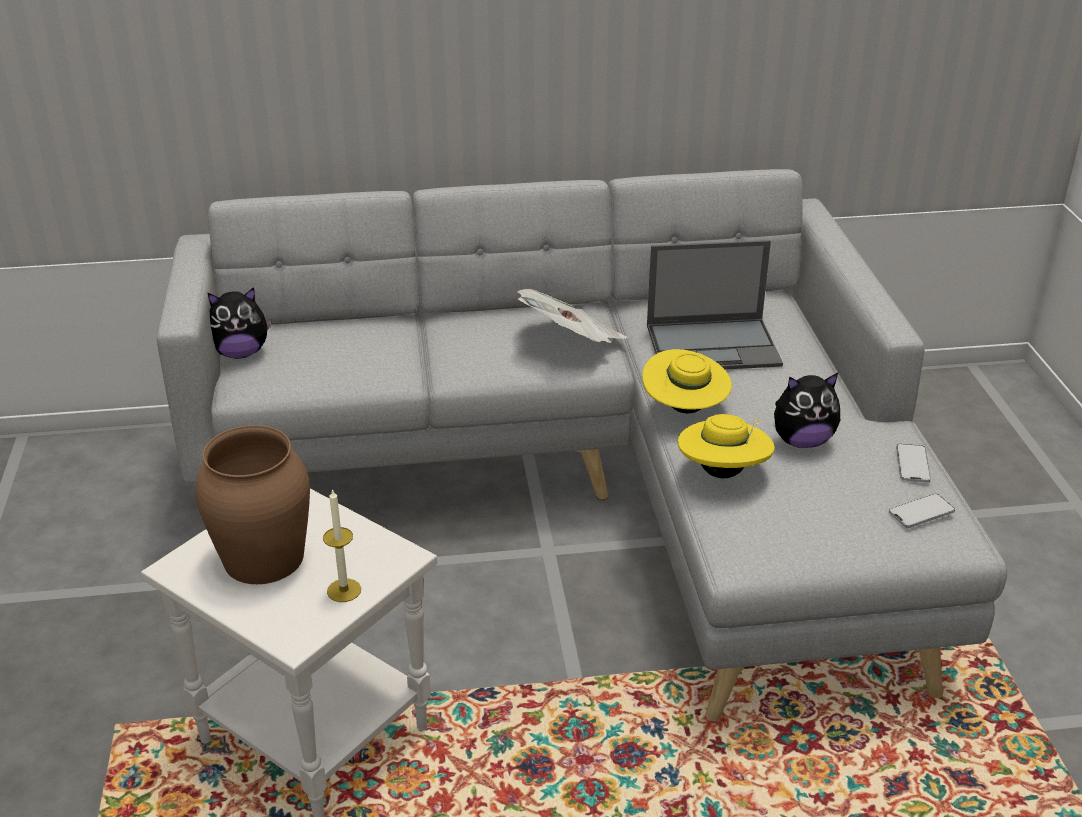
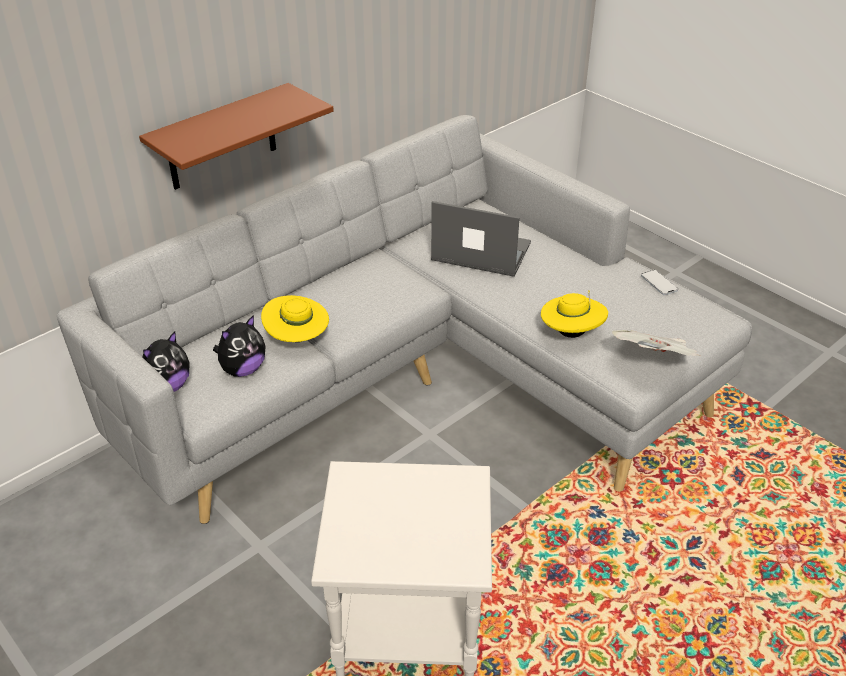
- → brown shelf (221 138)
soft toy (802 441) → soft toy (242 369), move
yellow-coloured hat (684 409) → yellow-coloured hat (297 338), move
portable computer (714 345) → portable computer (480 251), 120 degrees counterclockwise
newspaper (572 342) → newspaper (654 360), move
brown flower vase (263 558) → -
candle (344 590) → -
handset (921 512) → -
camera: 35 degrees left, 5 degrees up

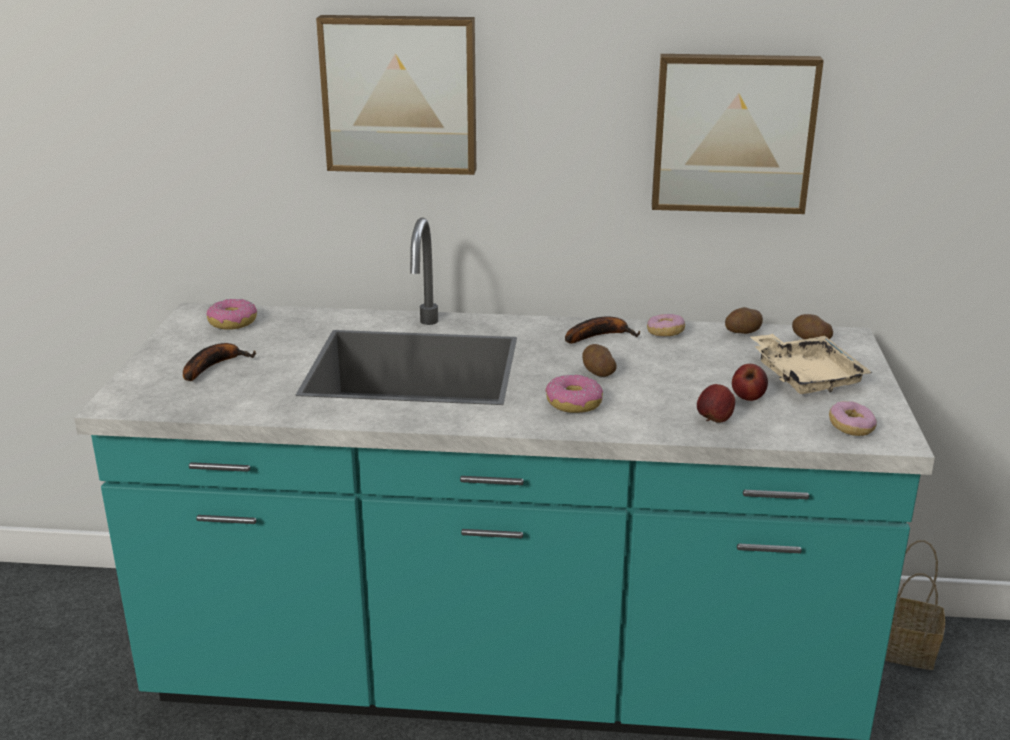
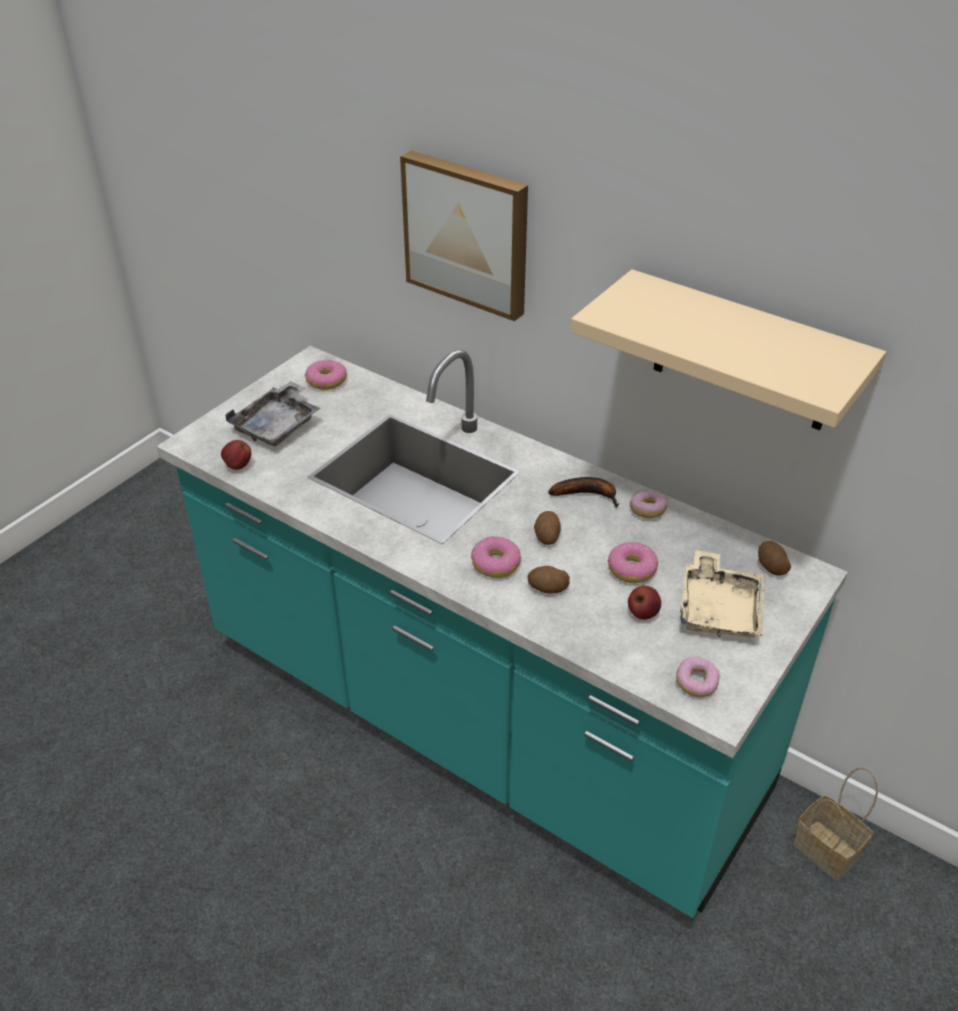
apple (714 420) → apple (238 466), move
banana (214 366) → grey tray (278 425)
potato (743 332) → potato (548 589), move
wall picture (732 132) → beige shelf (743 353)
- → donut (632 569)
camera: 30 degrees right, 15 degrees up

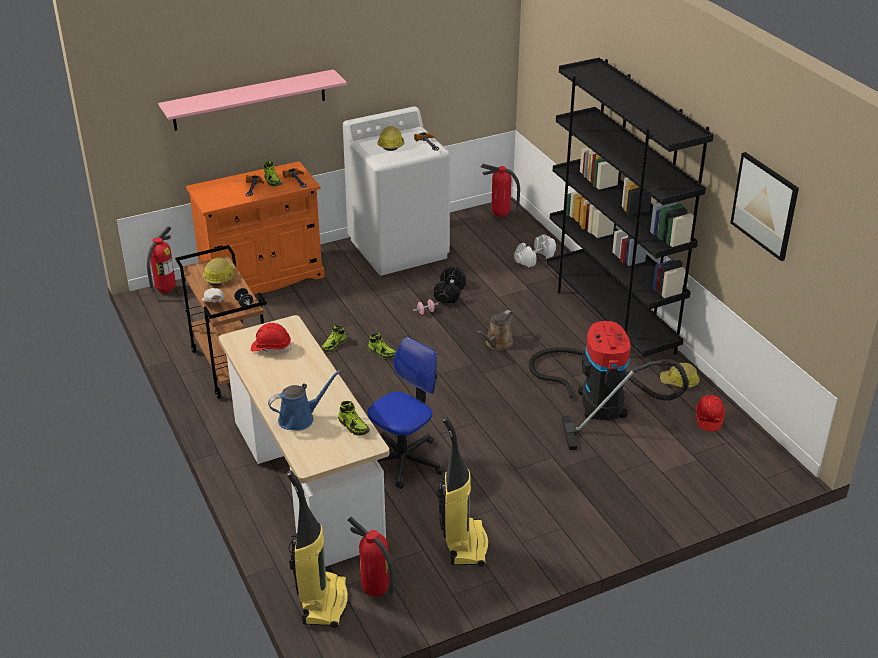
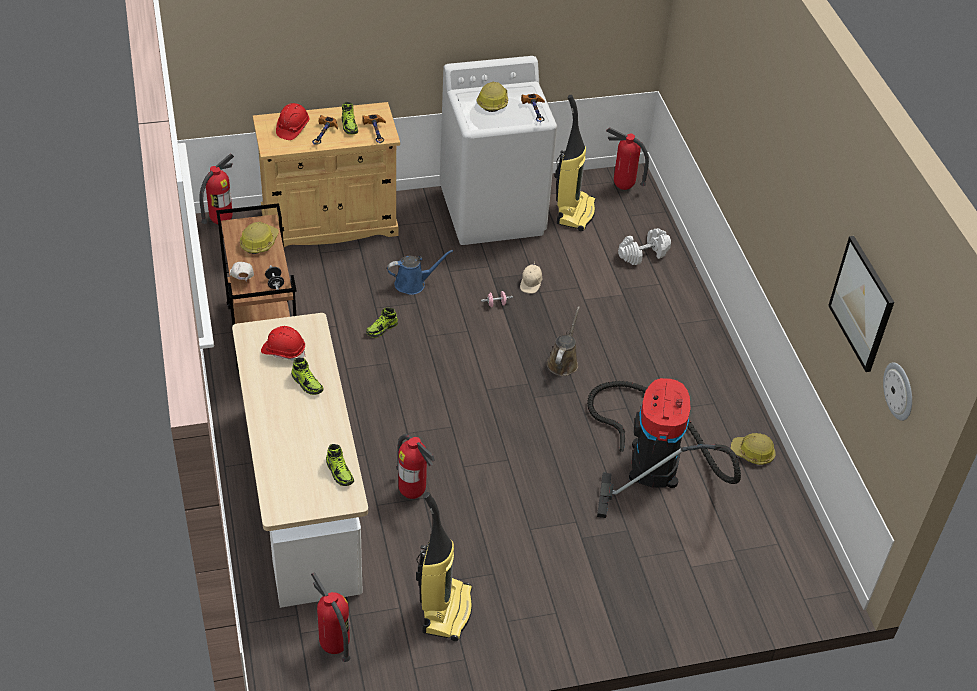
orangey cupboard (262 278) → beige cupboard (329 223)
red work helmet (708 419) → red work helmet (292 128), move
low shoe (382 352) → low shoe (307 383), move
bluish watering can (300 418) → bluish watering can (413 283), move
computer chair (404 461) → extinguisher (413 493)
black-coloured hand weight (450 293) → beige baseball cap (531 284)
brown watering can (497 343) → brown watering can (563 362), 150 degrees clockwise
hoover (323 602) → hoover (574 212), move
- → hanging clock (899 391)
pink-coloured shelf (249 100) → -
black-coloured shelving unit (610 317) → -
camera: 10 degrees right, 10 degrees up

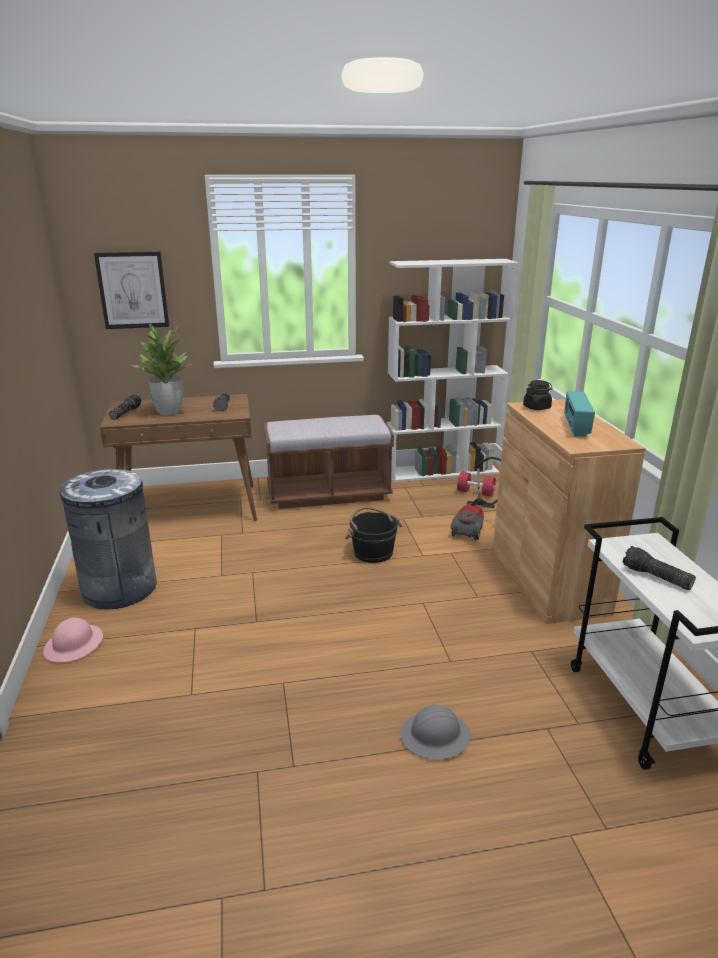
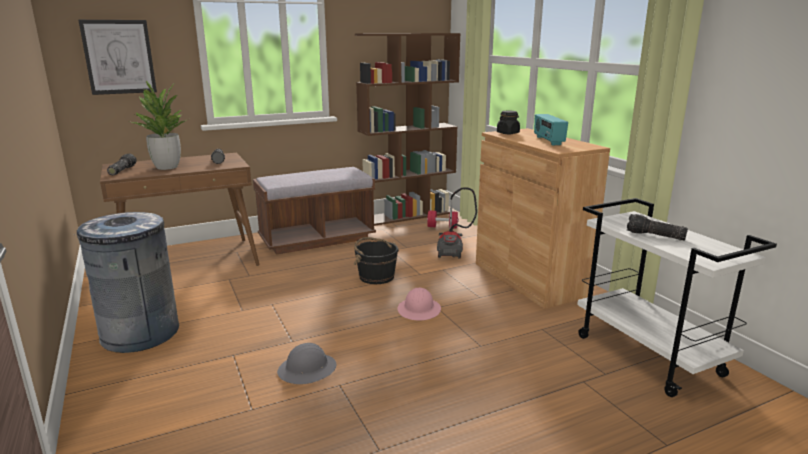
grey work helmet (435 737) → grey work helmet (307 370), move
white-coloured shelving unit (442 471) → brown shelving unit (408 215)
pink-coloured work helmet (74 645) → pink-coloured work helmet (419 310), move
camera: 15 degrees left, 5 degrees down

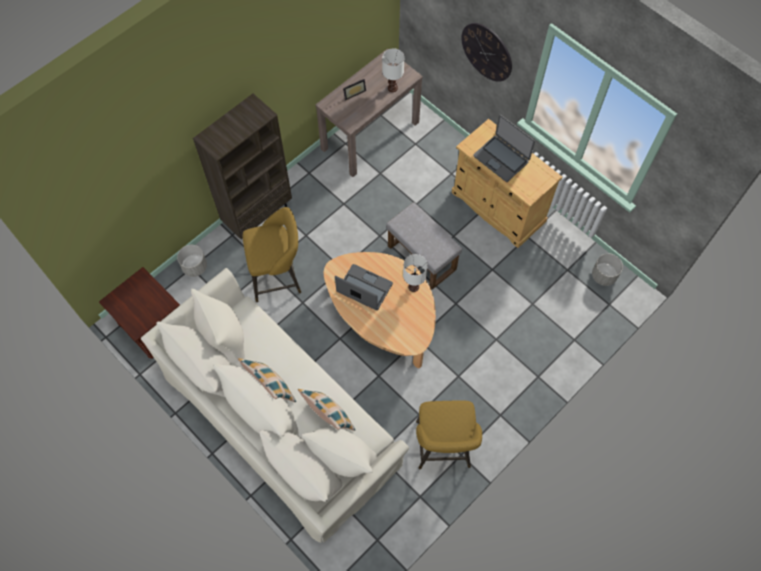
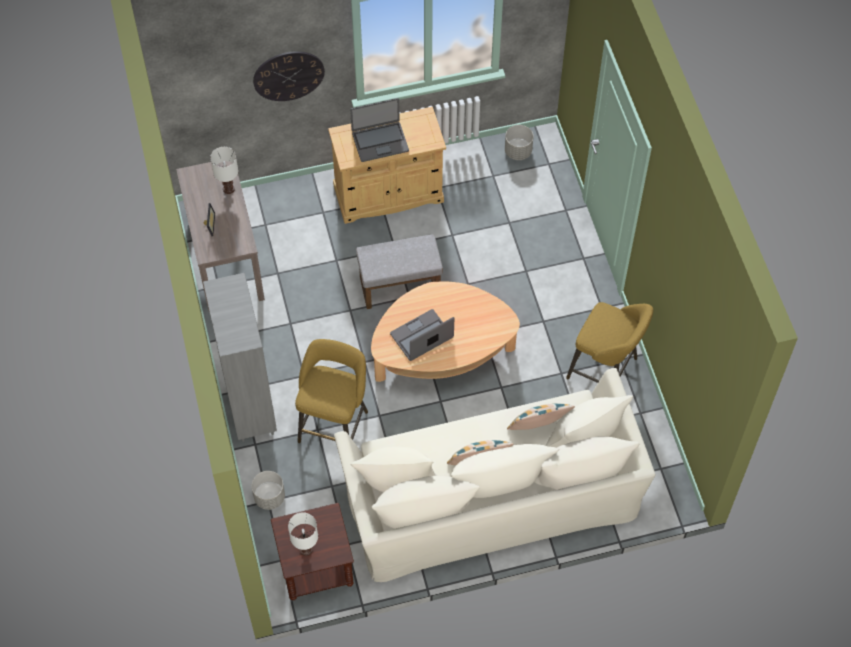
brown shelving unit (258 216) → grey shelving unit (250 409)
white-coloured table lamp (414 287) → white-coloured table lamp (306 549), move
camera: 60 degrees left, 5 degrees down

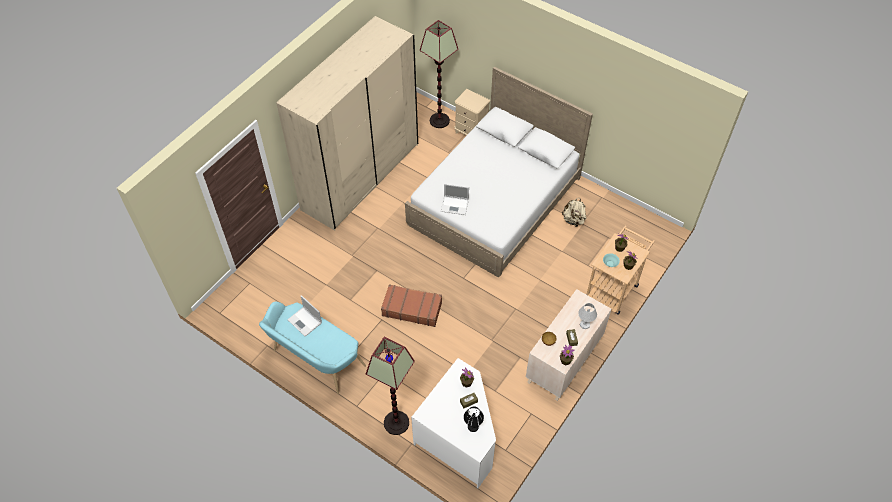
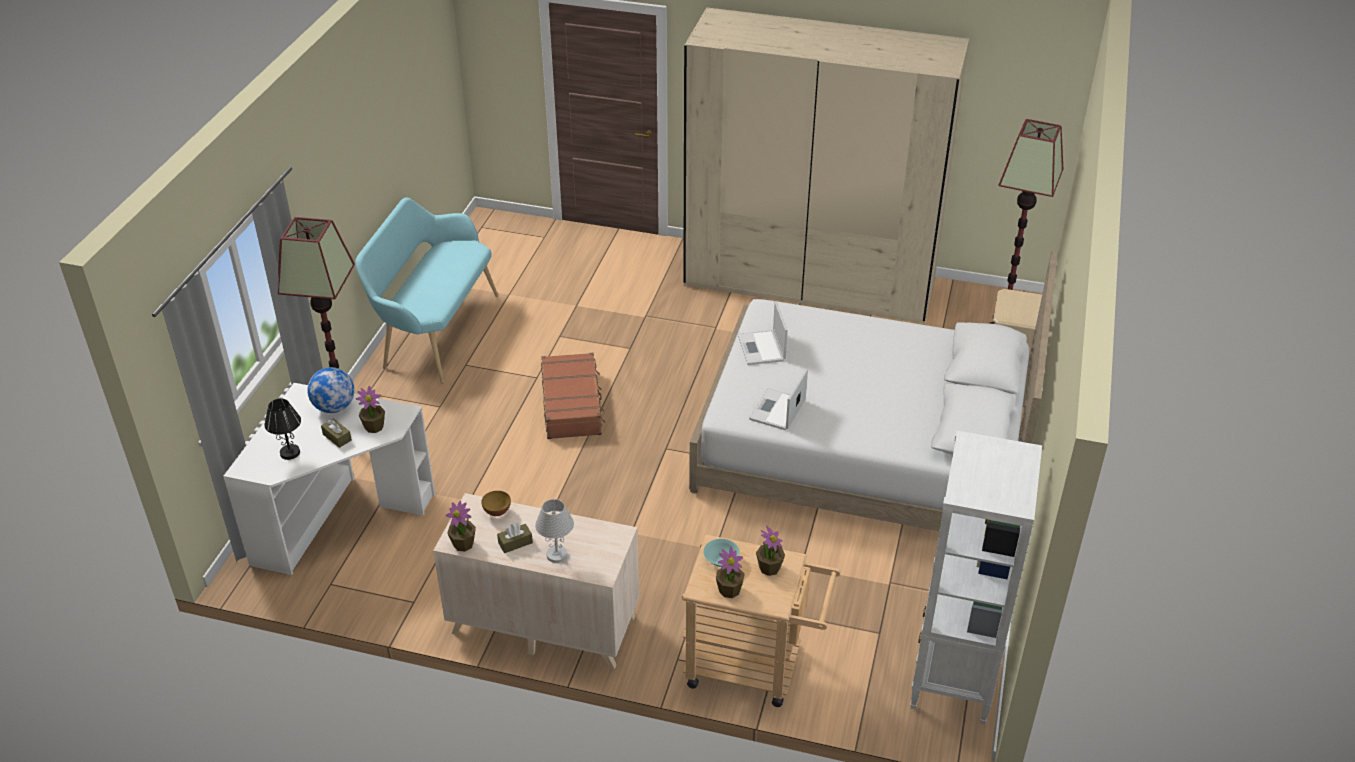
- → globe (334 407)
portable computer (305 321) → portable computer (777 411), move
- → white-coloured shelving unit (952 680)
beige knapsack (573 220) → -
camera: 70 degrees right, 15 degrees down

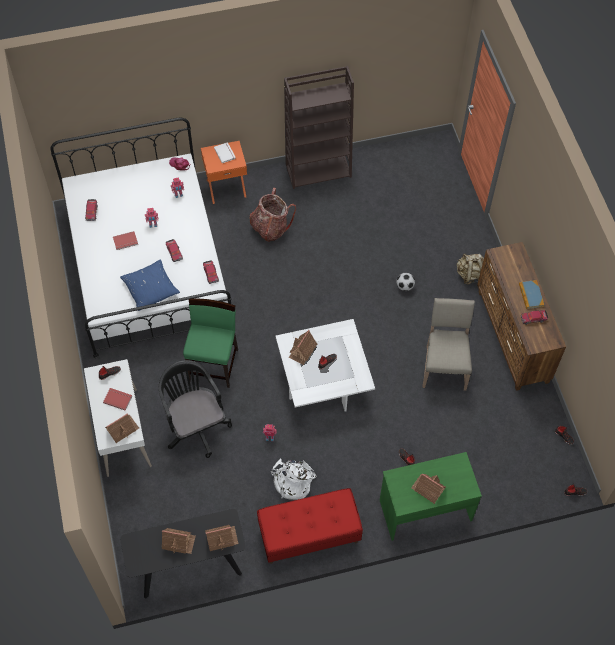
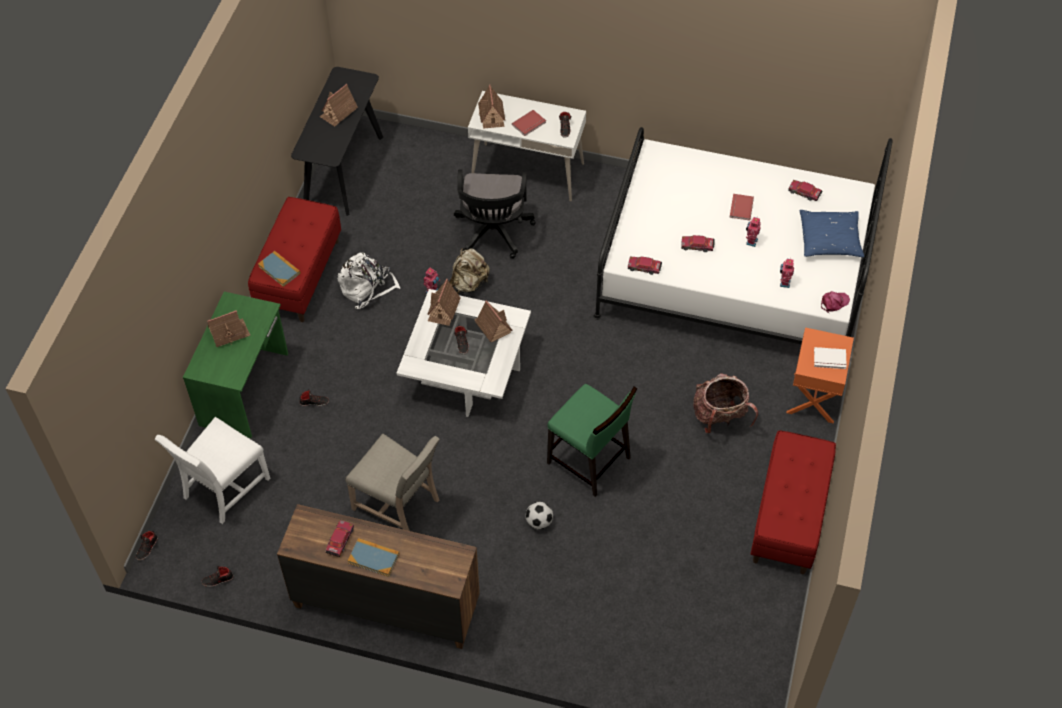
- → white-coloured plain chair (223 489)
- → bound book (279 270)
miniature house (221 538) → miniature house (443 309), move
beige knapsack (469 275) → beige knapsack (469 283), move
black-coloured computer chair (195 425) → black-coloured computer chair (493 234), 90 degrees clockwise
greenish plain chair (214 364) → greenish plain chair (589 461), move
brown shelving unit (319 170) → red bench (789 517)
bluish pillow (150 289) → bluish pillow (829 240), move
camera: 120 degrees right, 5 degrees down

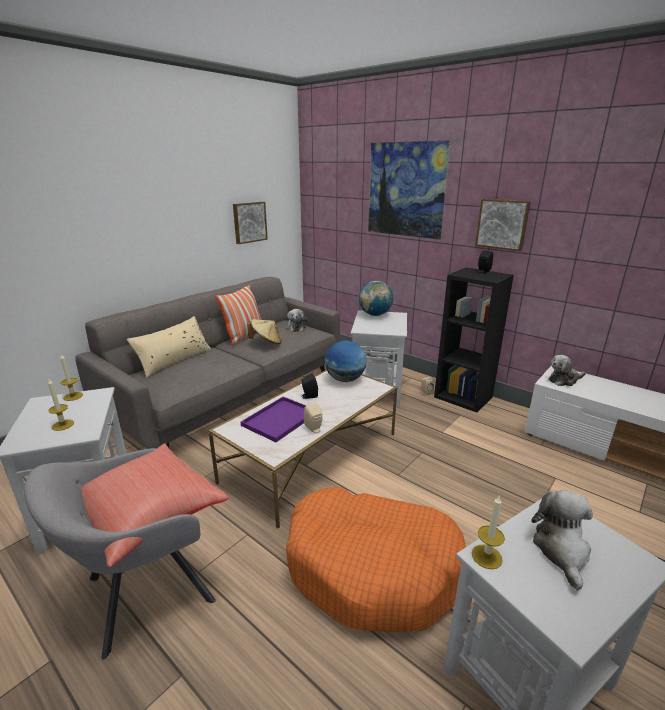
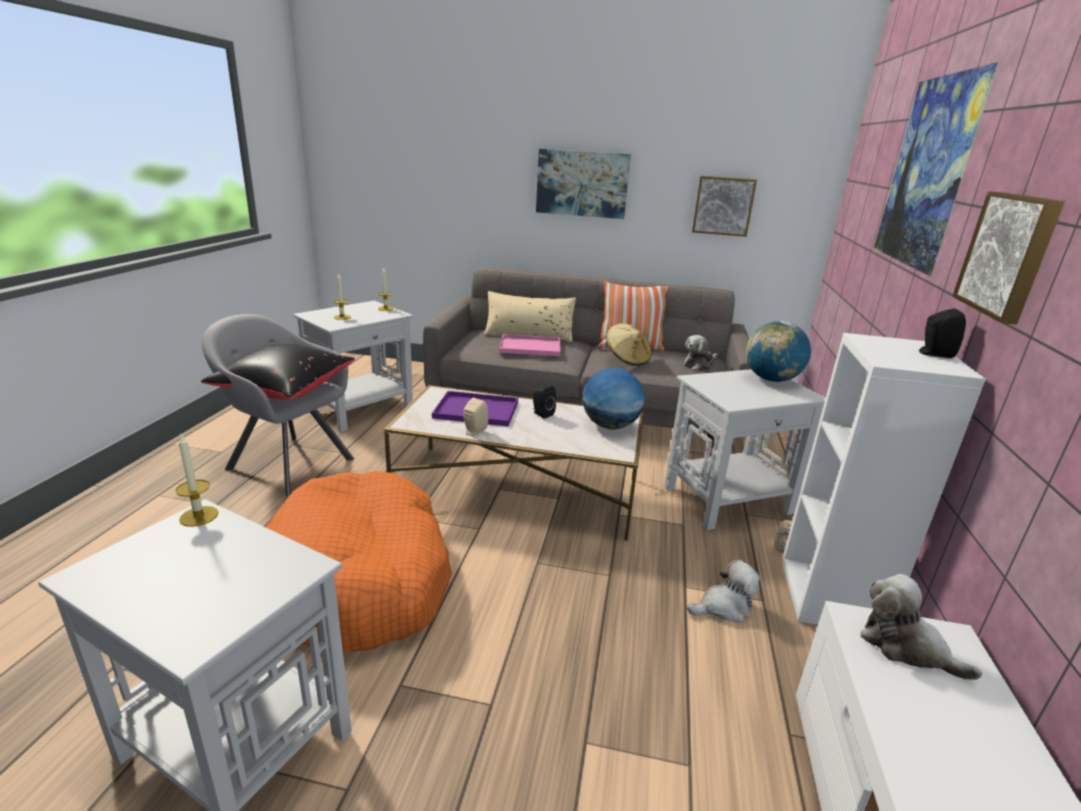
red pillow (147 516) → black-coloured pillow (284 391)
- → pink-coloured tray (531 346)
- → wall picture (582 183)
soft toy (561 550) → soft toy (723 607), move
black-coloured shelving unit (464 397) → white-coloured shelving unit (831 596)
camera: 60 degrees right, 0 degrees up

